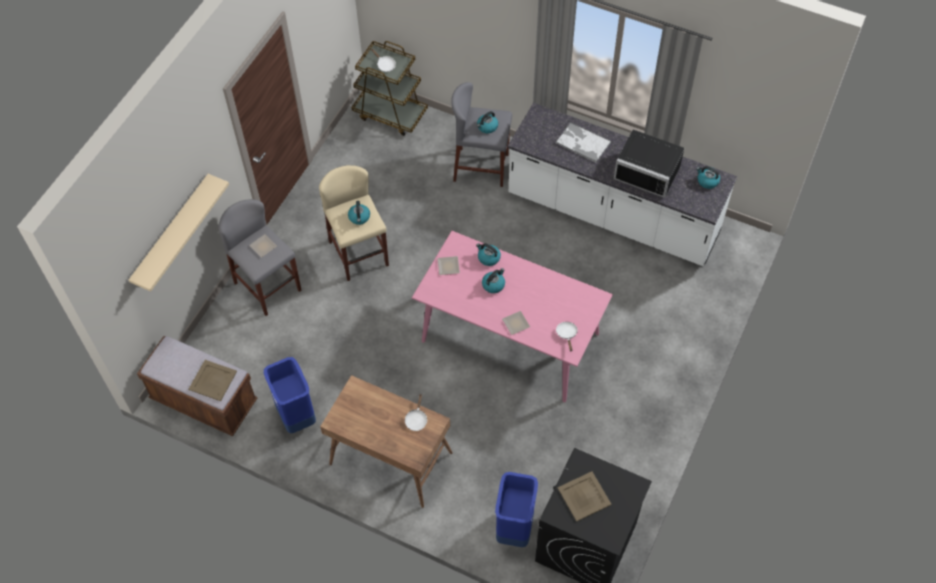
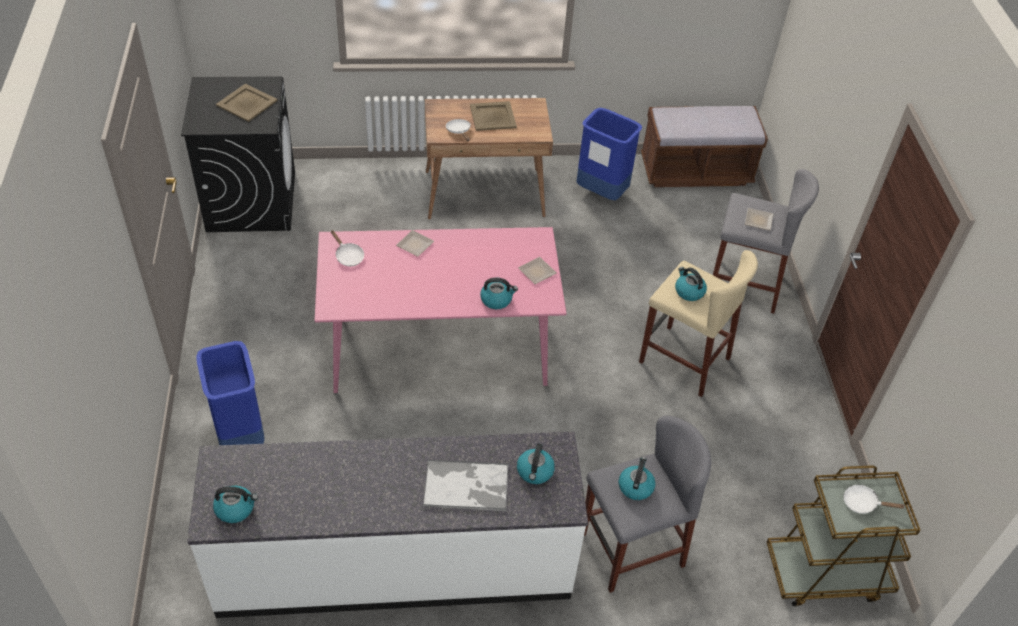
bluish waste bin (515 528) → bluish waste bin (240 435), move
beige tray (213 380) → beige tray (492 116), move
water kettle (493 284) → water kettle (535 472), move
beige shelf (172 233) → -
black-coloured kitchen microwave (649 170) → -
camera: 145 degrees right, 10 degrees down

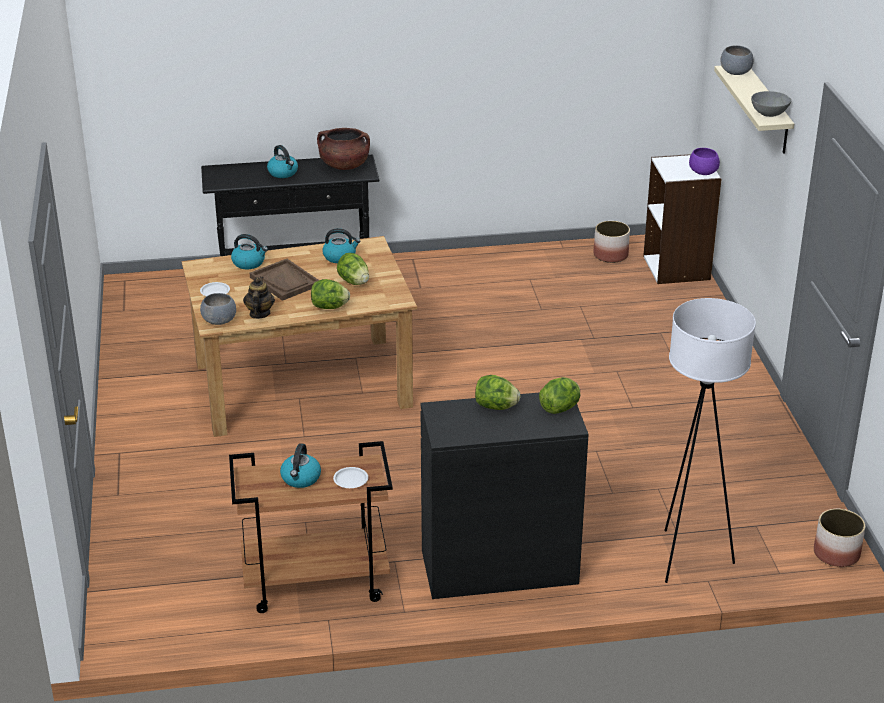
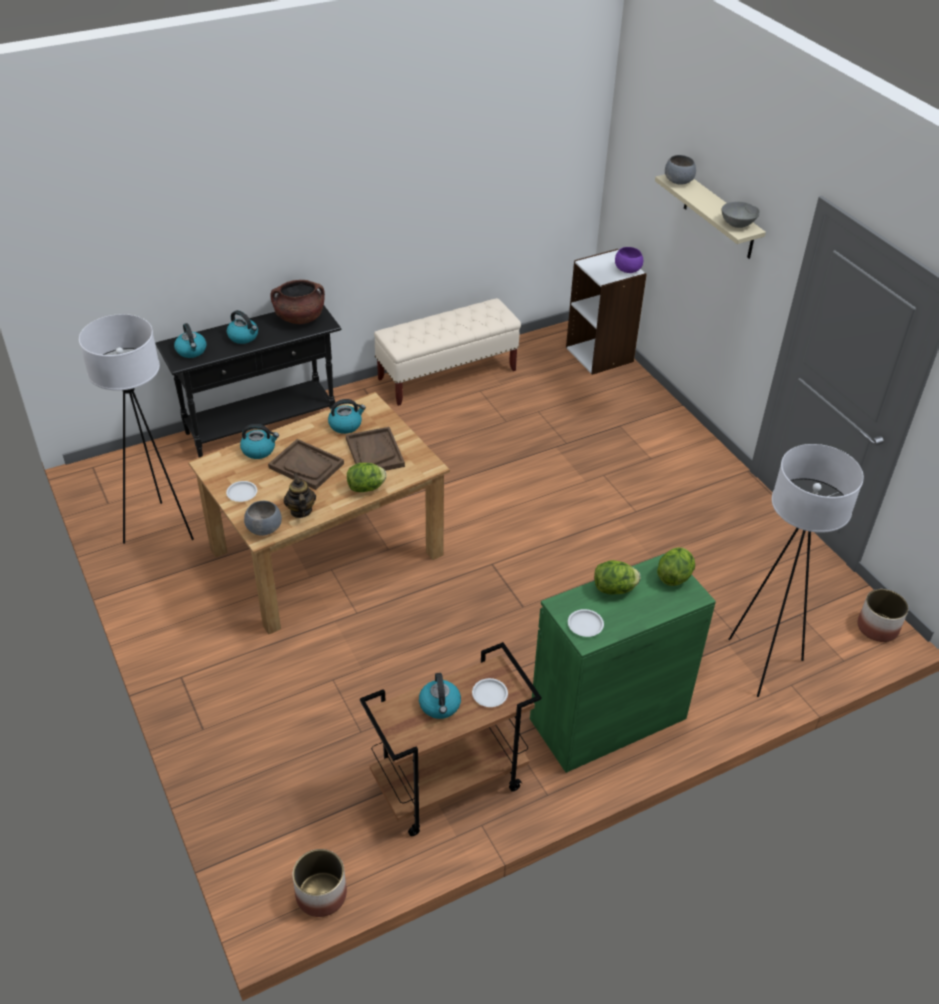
- → white-coloured standing lamp (160 528)
- → water kettle (191 351)
plant pot (611 255) → plant pot (321 894), move
head of lettuce (354 282) → brown tray (374 452)
- → beige bench (447 375)
black-coloured cupboard (499 567) → greenish cupboard (608 719)
- → white-coloured dinner plate (585 625)
camera: 20 degrees left, 10 degrees up

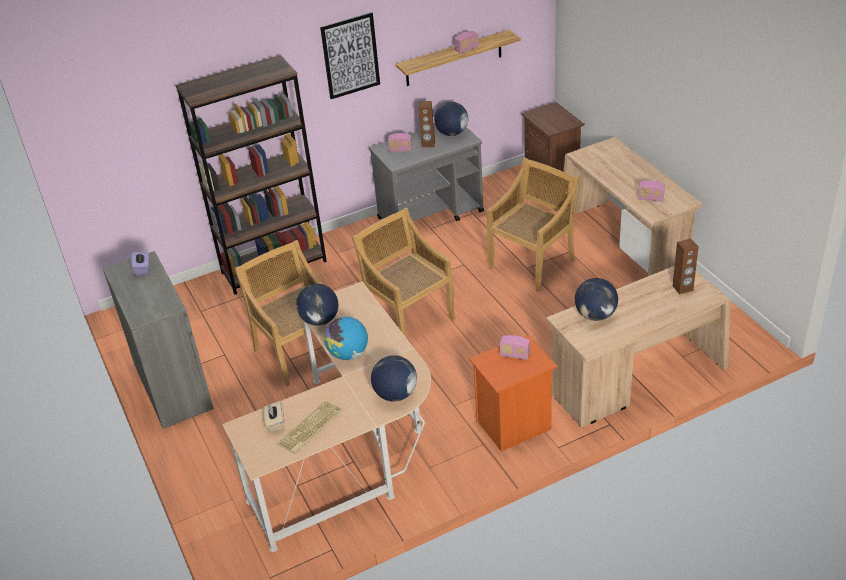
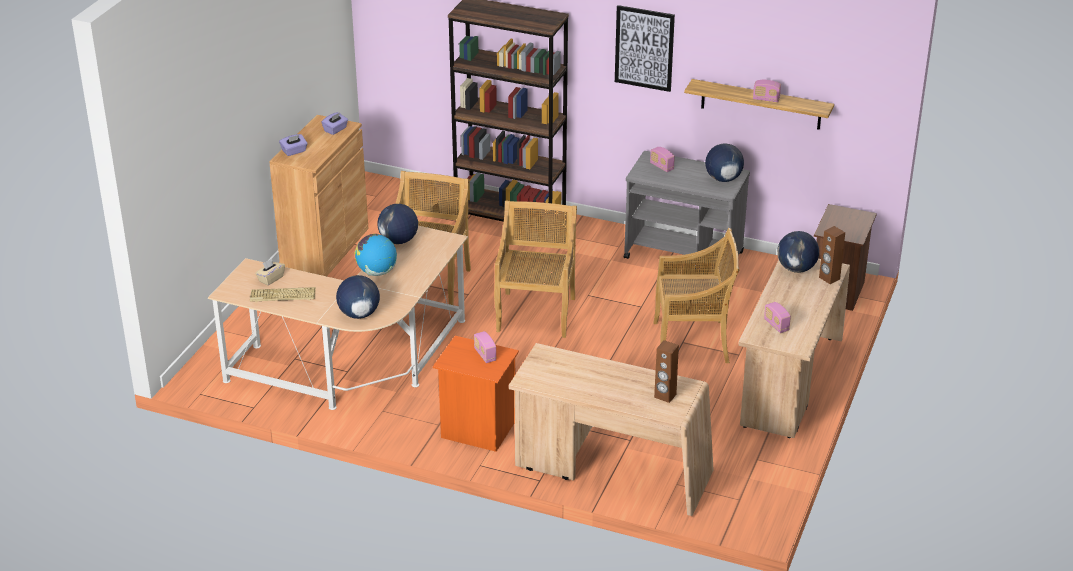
grey cupboard (173 387) → brown cupboard (325 248)
- → purplish tissue holder (294 151)
globe (595 315) → globe (796 269), move
brown loudspeaker (428 144) → brown loudspeaker (829 278), move
camera: 45 degrees right, 5 degrees down

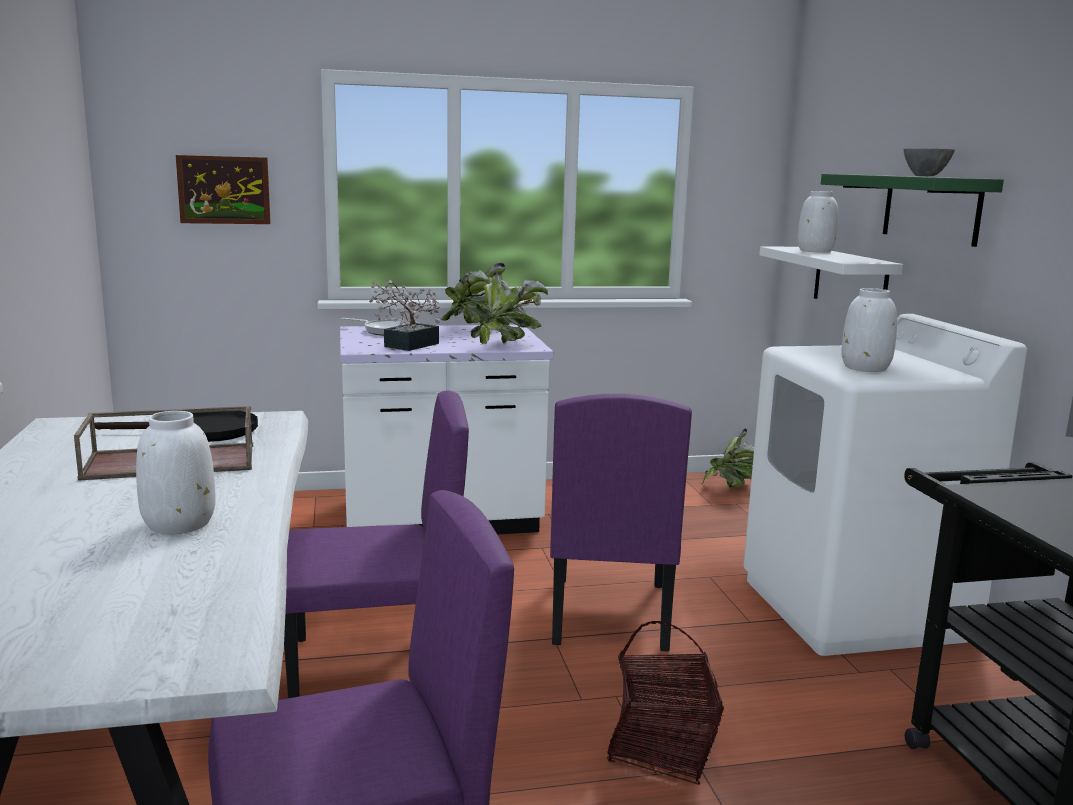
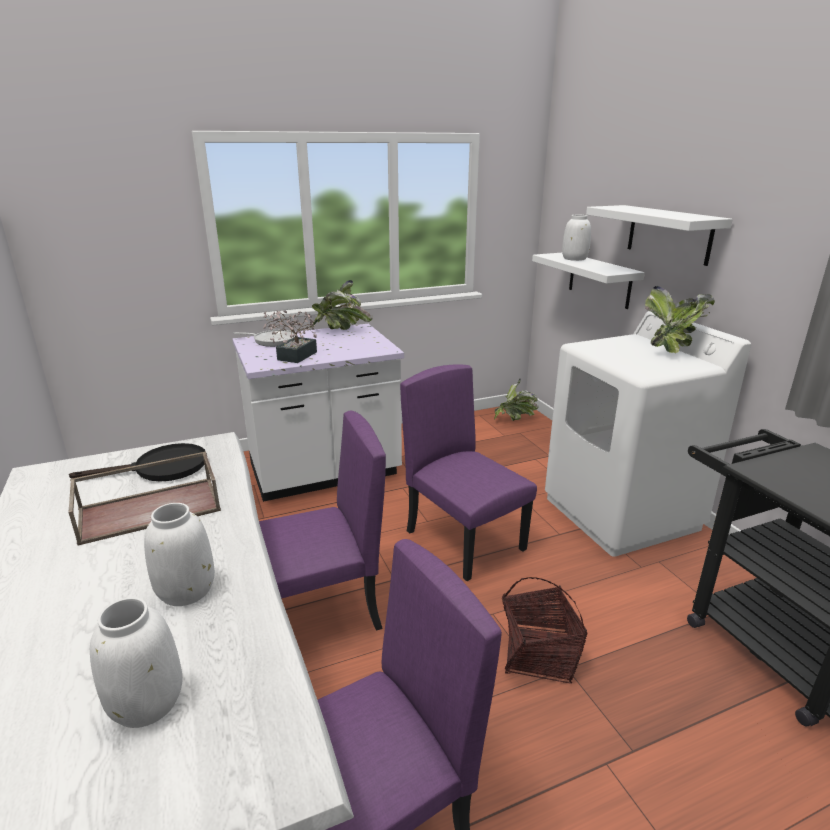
white-coloured flower vase (866 368) → white-coloured flower vase (148 701), move
purplish plain chair (608 613) → purplish plain chair (465 540), 150 degrees clockwise
greenish shelf (931 208) → white-coloured shelf (669 234)
plant in a pot (507 345) → plant in a pot (671 348), move
wall picture (224 190) → -
grey serving bowl (925 176) → -
camera: 10 degrees left, 10 degrees up

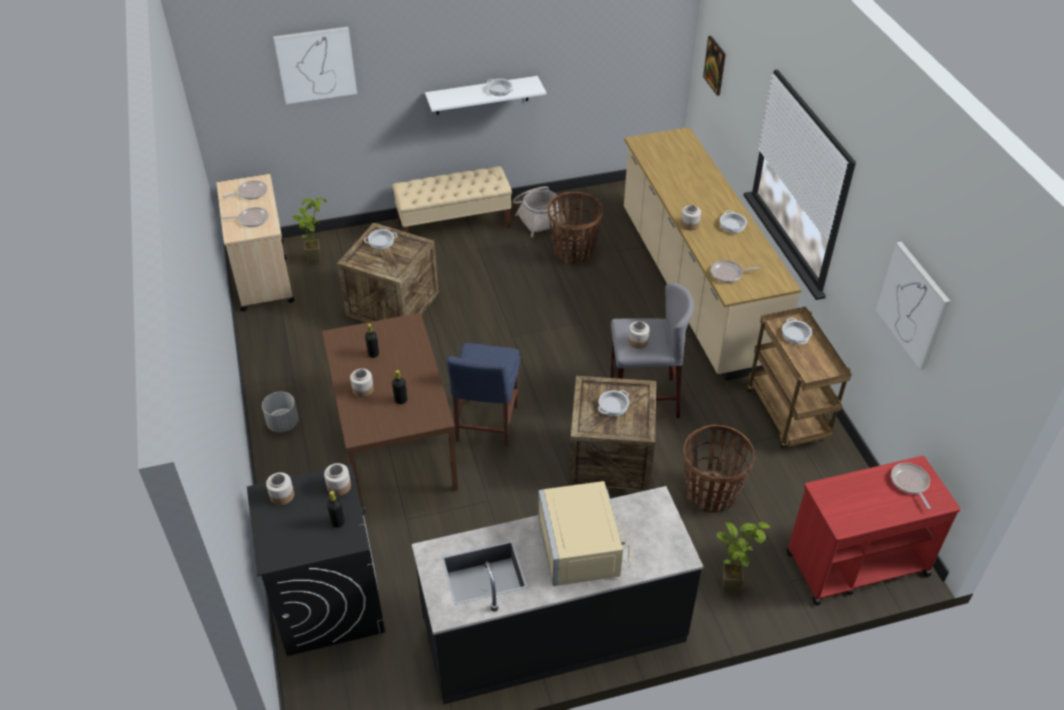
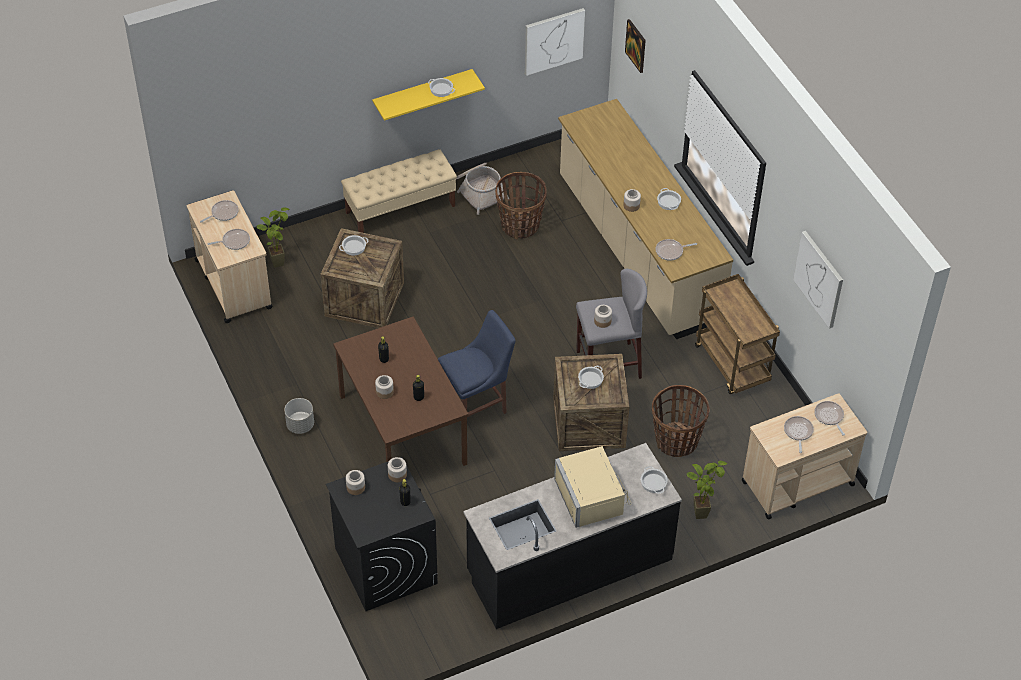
white-coloured shelf (482 95) → yellow-coloured shelf (422 93)
bluish plain chair (485 425) → bluish plain chair (477 405), 120 degrees counterclockwise
wall picture (316 64) → wall picture (553 40), move
saucepot (795 334) → saucepot (653 482), move
red trolley (855 564) → beige trolley (796 483)
- → frying pan (798 432)
camera: 10 degrees left, 5 degrees up

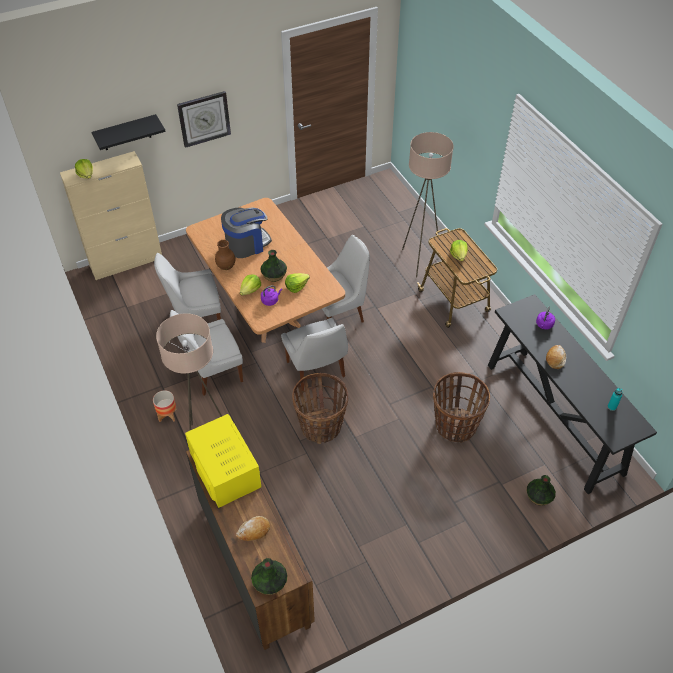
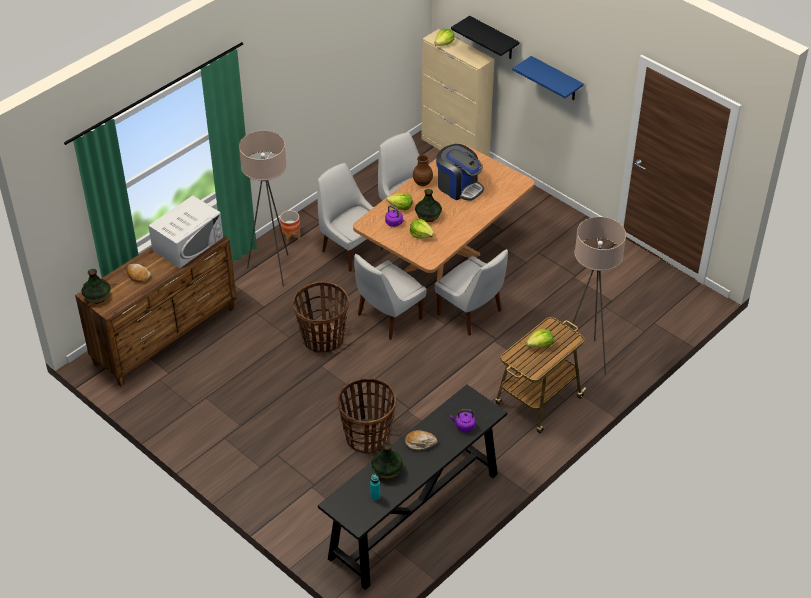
yellow-coloured kitchen microwave (225 470) → white-coloured kitchen microwave (188 243)
flower vase (539 496) → flower vase (387 470), move
hanging clock (204 118) → bluish shelf (556 79)
camera: 70 degrees right, 5 degrees down

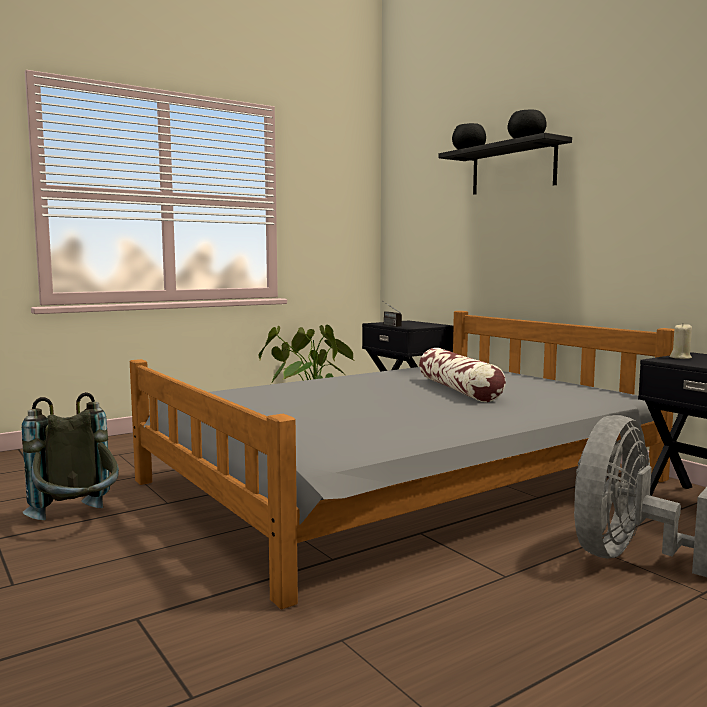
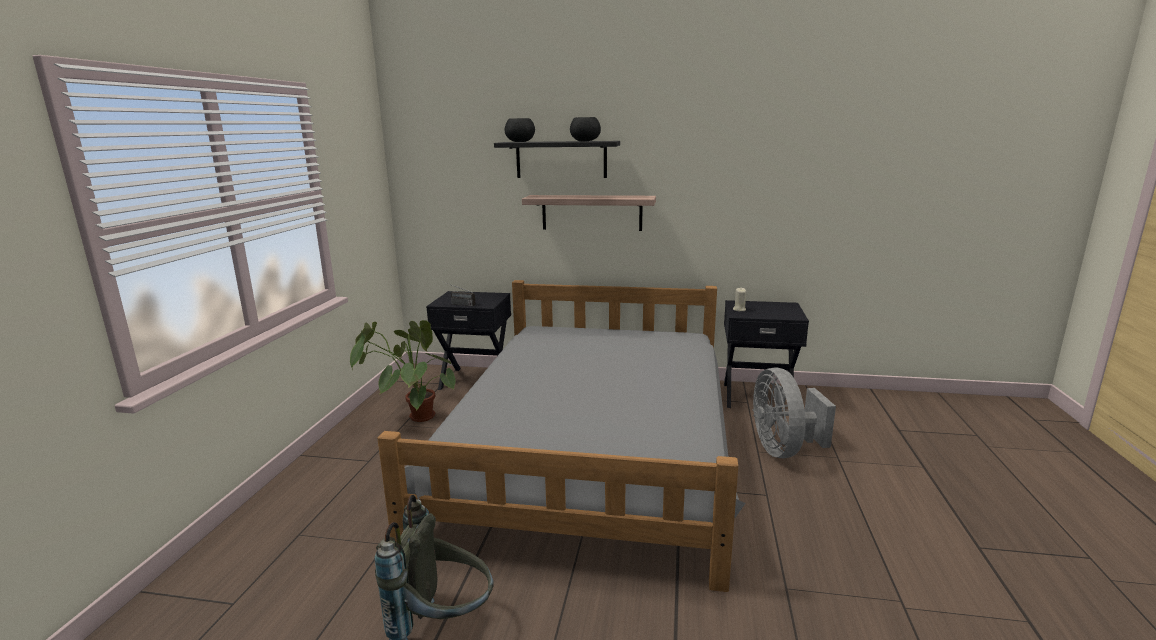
- → shelf (591 212)
pillow (458 390) → -
camera: 45 degrees left, 10 degrees up

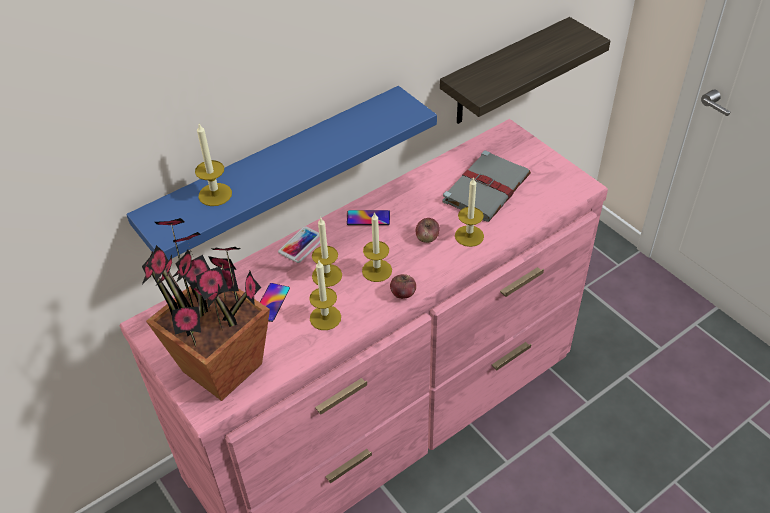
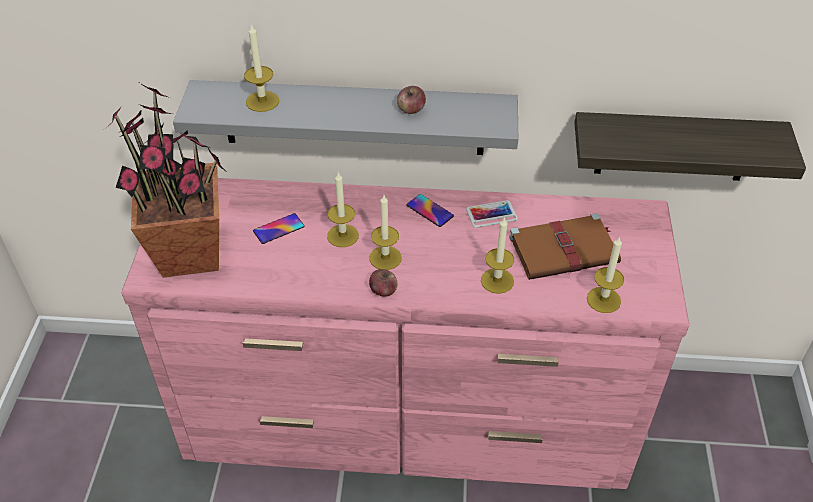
bluish shelf (276 173) → grey shelf (353 118)
apple (427 238) → apple (411 110), move
handset (301 245) → handset (491 214), move
grey bound book (487 188) → brown bound book (565 249)
candle (325 317) → candle (603 300), move
camera: 40 degrees right, 0 degrees up

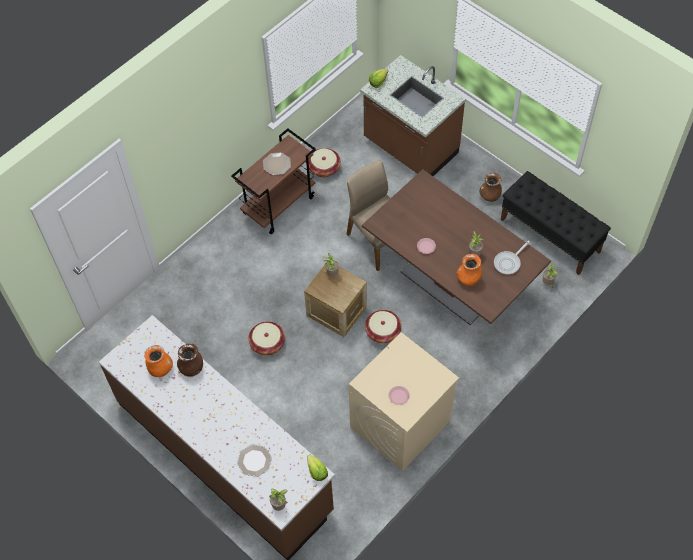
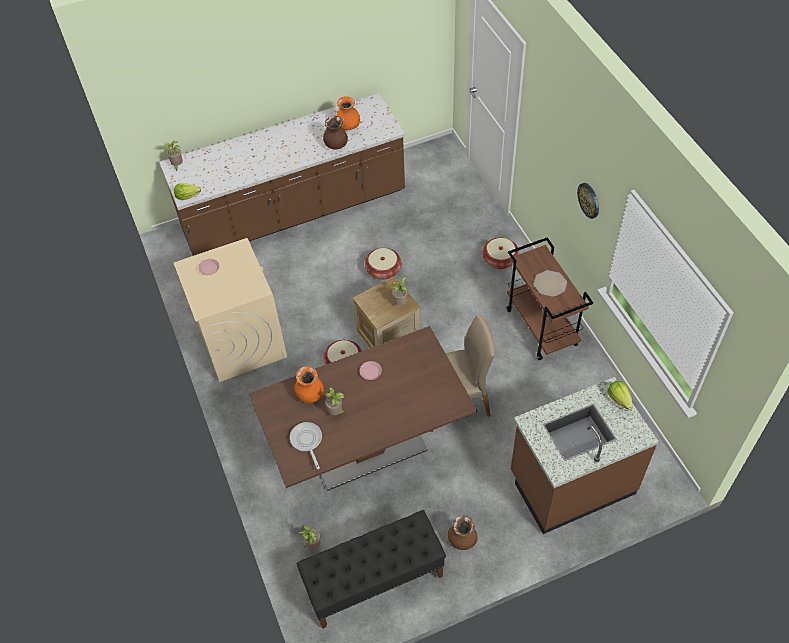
household basket (324 168) → household basket (500 260), move
- → hanging clock (589 200)
dinner plate (254 461) → -
camera: 115 degrees right, 5 degrees down

